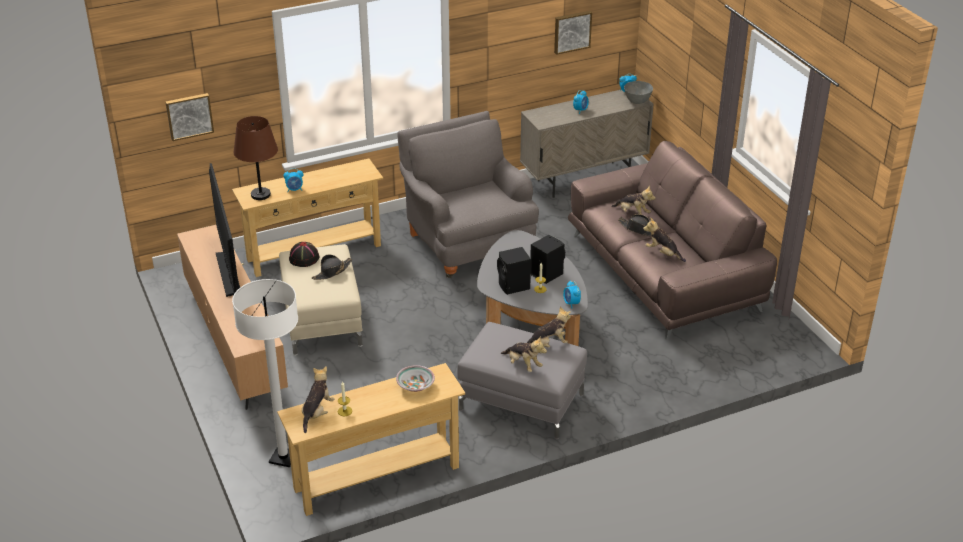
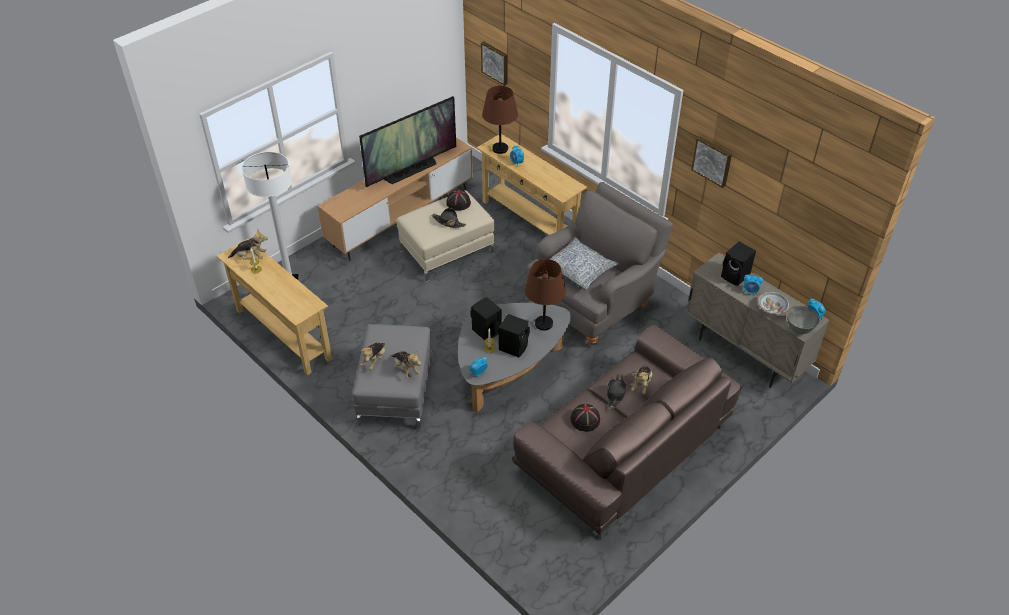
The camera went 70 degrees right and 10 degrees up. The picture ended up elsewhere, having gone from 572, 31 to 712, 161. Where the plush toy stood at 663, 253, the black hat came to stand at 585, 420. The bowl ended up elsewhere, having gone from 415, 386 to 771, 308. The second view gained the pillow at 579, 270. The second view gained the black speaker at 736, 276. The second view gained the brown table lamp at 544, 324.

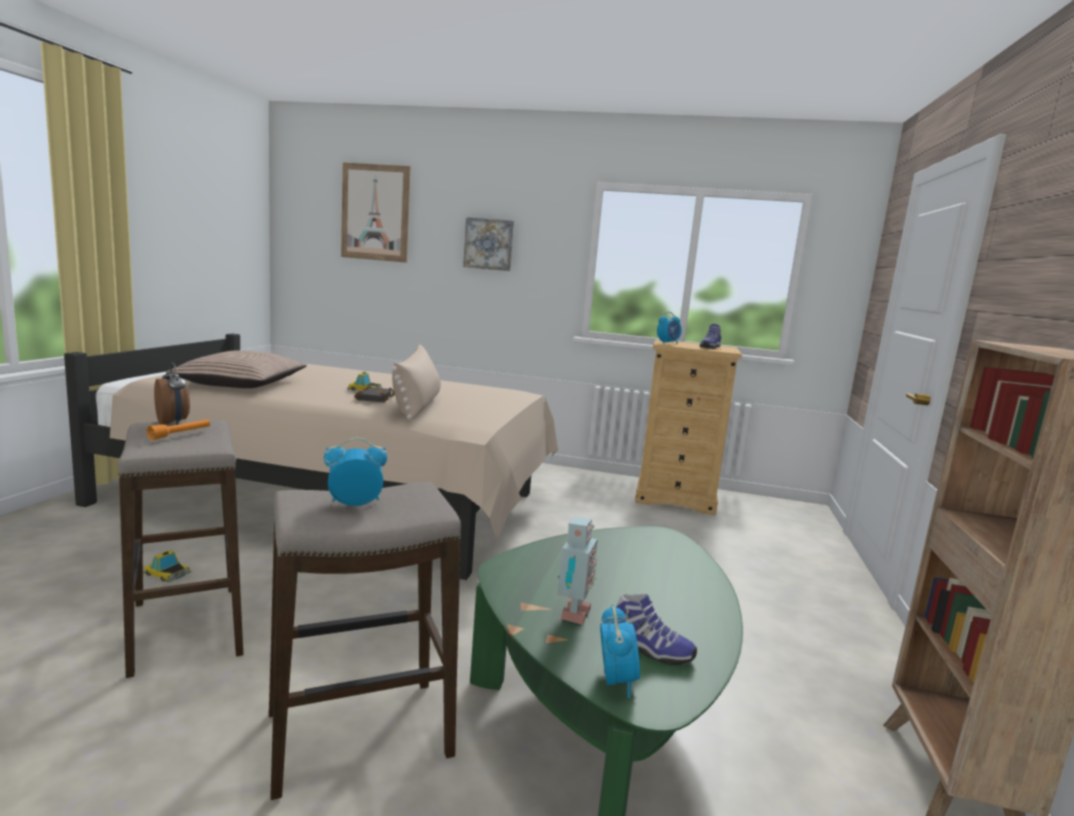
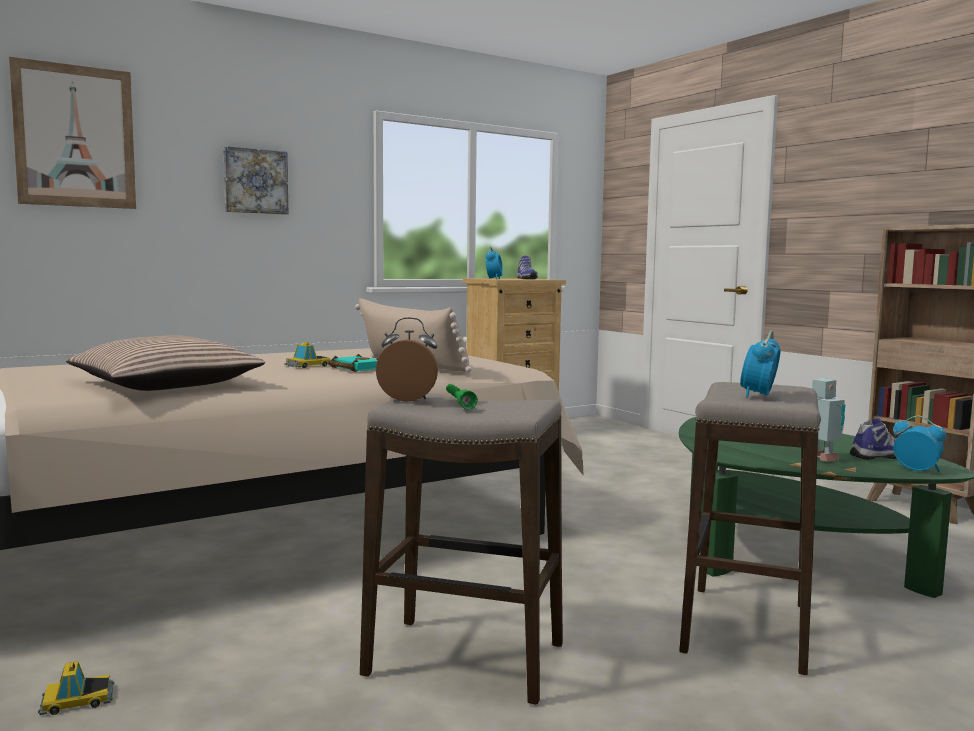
The camera went 45 degrees left and 5 degrees down. What was the black book at 374, 398 turned into the turquoise book at 354, 368. What was the orange flashlight at 180, 434 turned into the green flashlight at 459, 402. The toy car ended up elsewhere, having gone from 167, 573 to 77, 699.

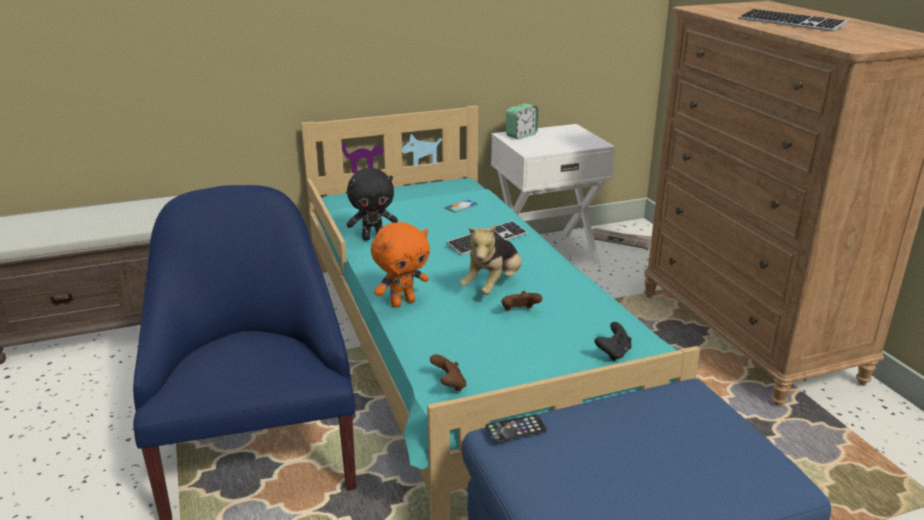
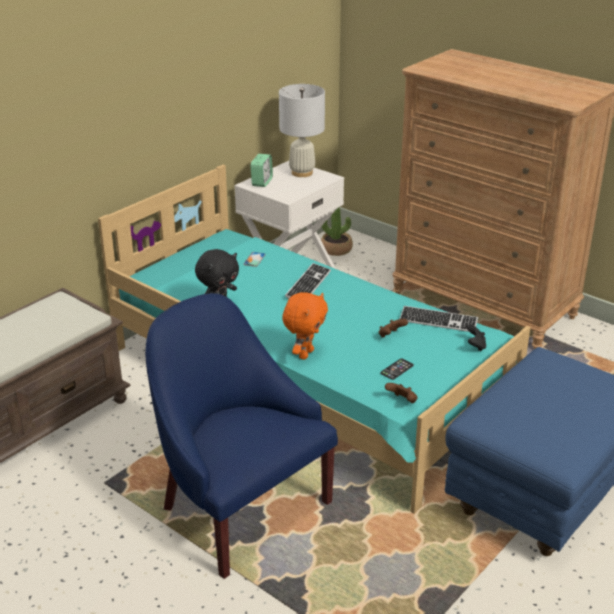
The camera went 30 degrees left and 5 degrees up. The keyboard ended up elsewhere, having gone from 790, 23 to 438, 321. The second view lost the plush toy at 493, 286. Where the newspaper stood at 620, 240, the potted plant came to stand at 336, 249. The phone ended up elsewhere, having gone from 516, 429 to 397, 369. The second view gained the white table lamp at 302, 173.

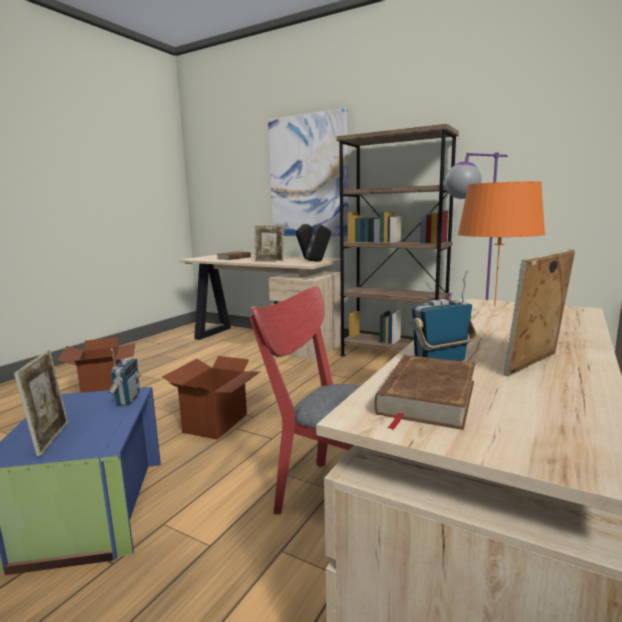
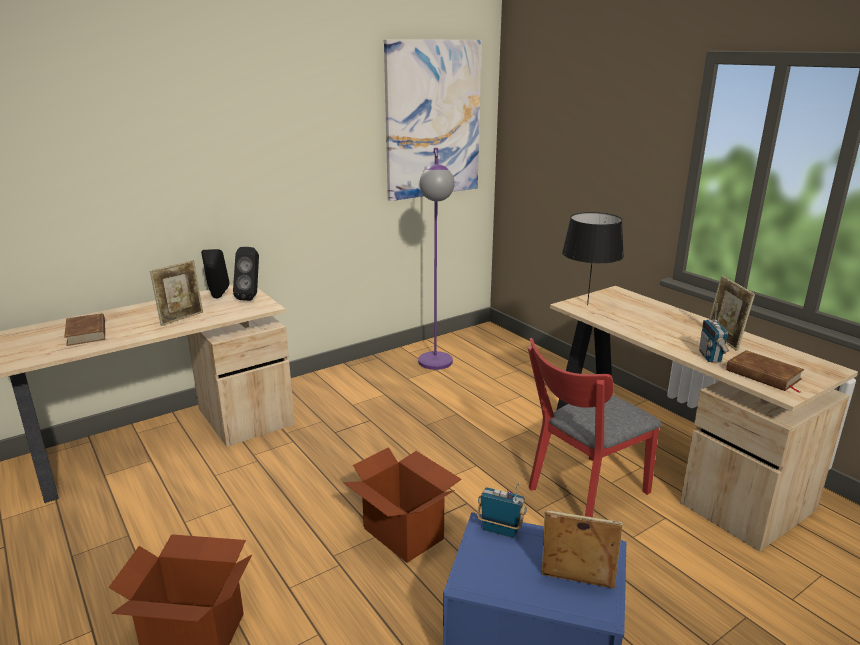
The camera went 65 degrees left and 10 degrees up. The picture ended up elsewhere, having gone from 308, 176 to 433, 119. The second view lost the brown bookcase at 392, 356. What was the orange table lamp at 494, 306 turned into the black table lamp at 587, 305.

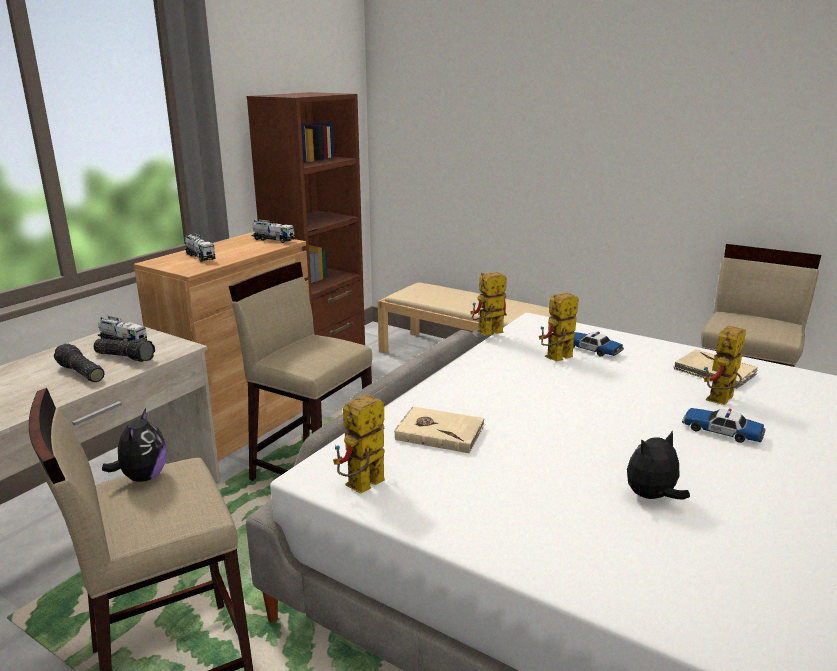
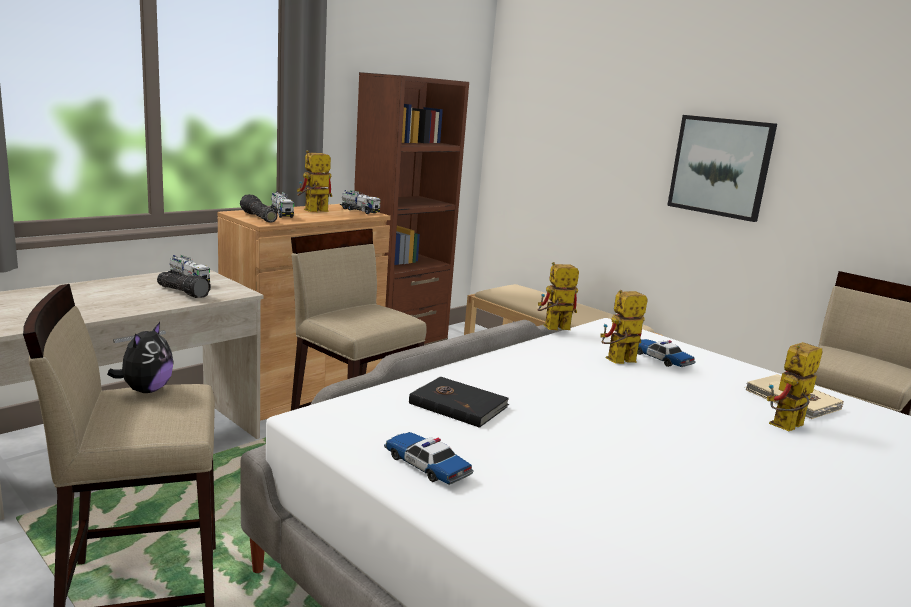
The camera went 10 degrees right and 5 degrees down. The flashlight ended up elsewhere, having gone from 80, 373 to 258, 217. The toy robot ended up elsewhere, having gone from 361, 488 to 312, 211. What was the beige book at 439, 432 turned into the black book at 458, 404. The toy car ended up elsewhere, having gone from 721, 431 to 426, 466. The second view lost the plush toy at 652, 497. The second view gained the picture at 720, 167.

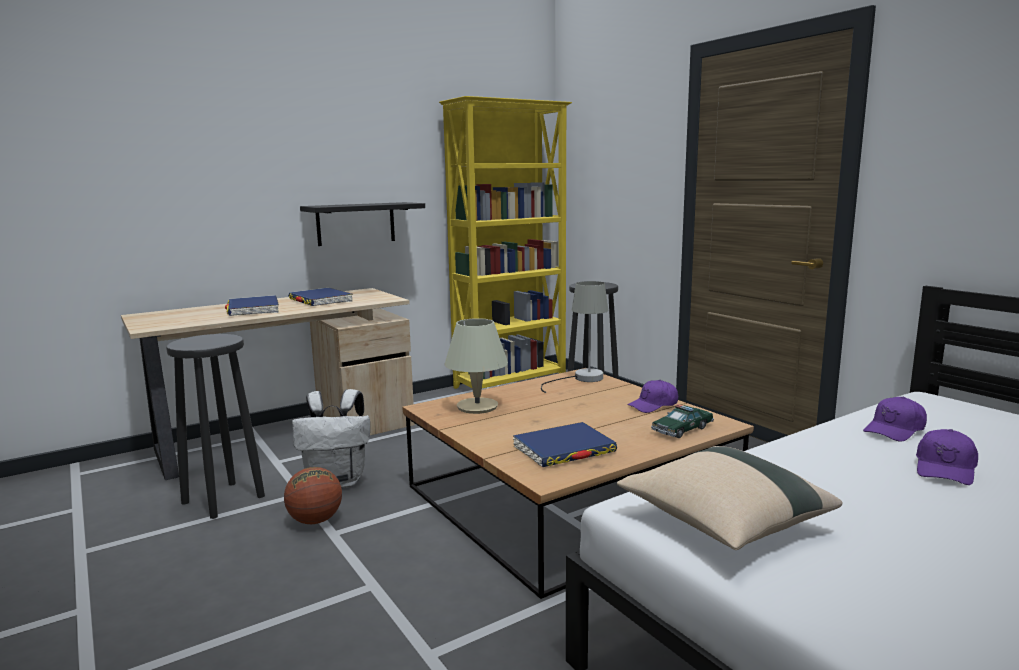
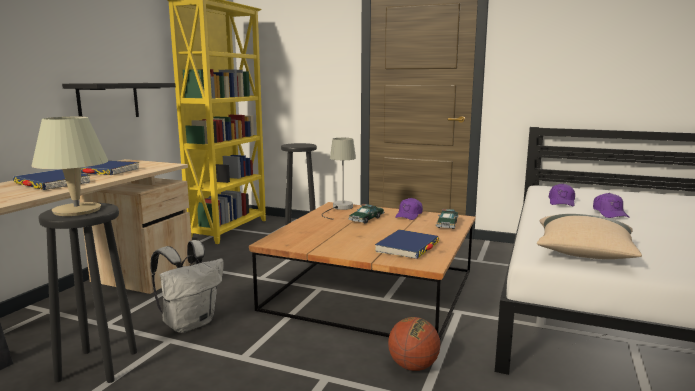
The camera went 35 degrees left and 0 degrees up. The beige table lamp ended up elsewhere, having gone from 477, 406 to 77, 210. The basketball ended up elsewhere, having gone from 315, 520 to 413, 366. The second view gained the toy car at 366, 219.

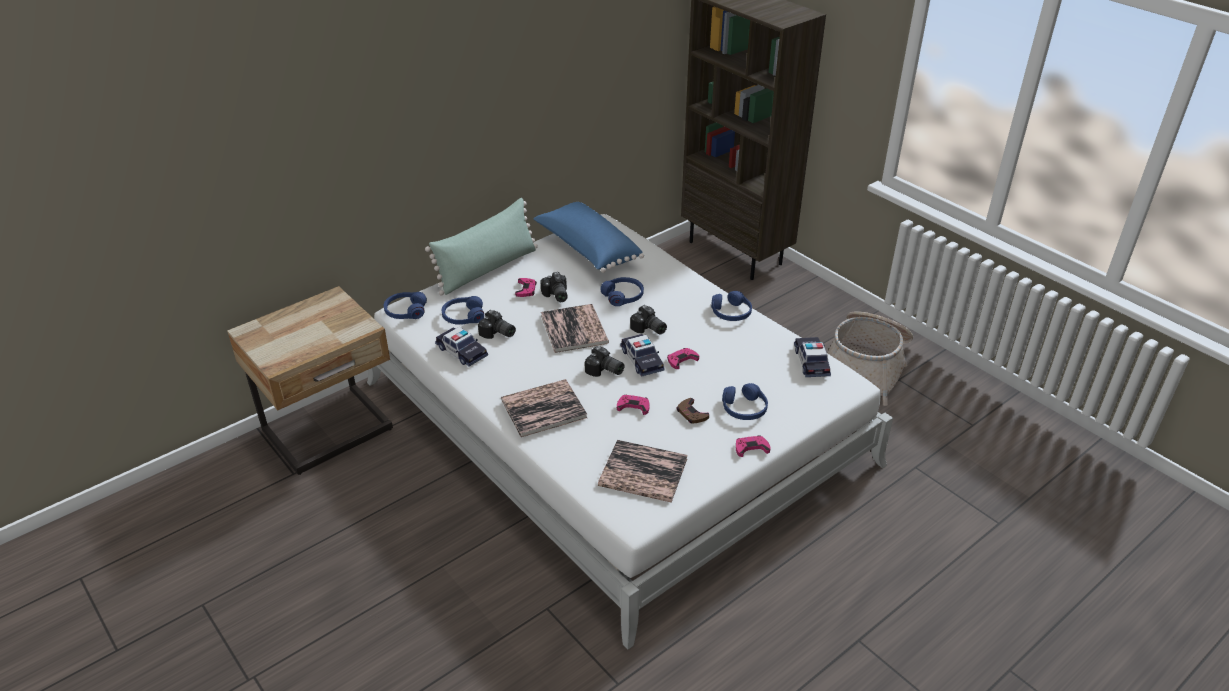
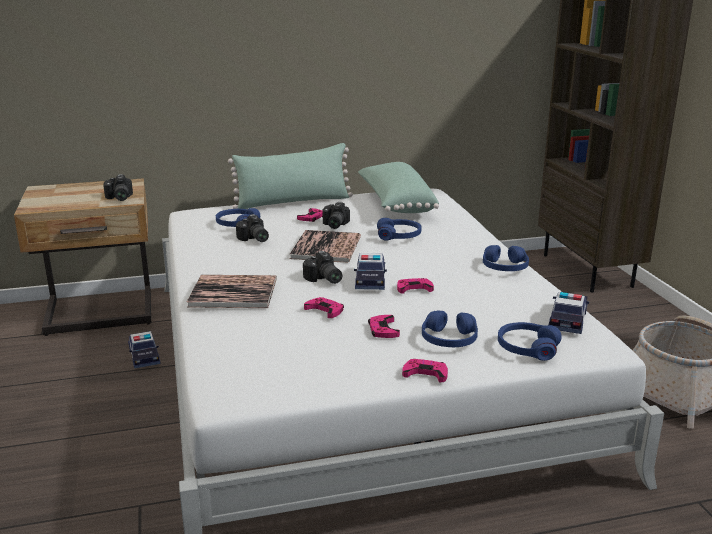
The camera went 25 degrees right and 15 degrees down. What was the blue pillow at 587, 249 turned into the green pillow at 395, 203. The blue headphones ended up elsewhere, having gone from 405, 311 to 527, 348. The photo camera ended up elsewhere, having gone from 648, 329 to 118, 198. The toy car ended up elsewhere, having gone from 461, 352 to 144, 356. What was the brown game controller at 691, 414 turned into the pink game controller at 383, 330. The second view lost the book at 643, 472.

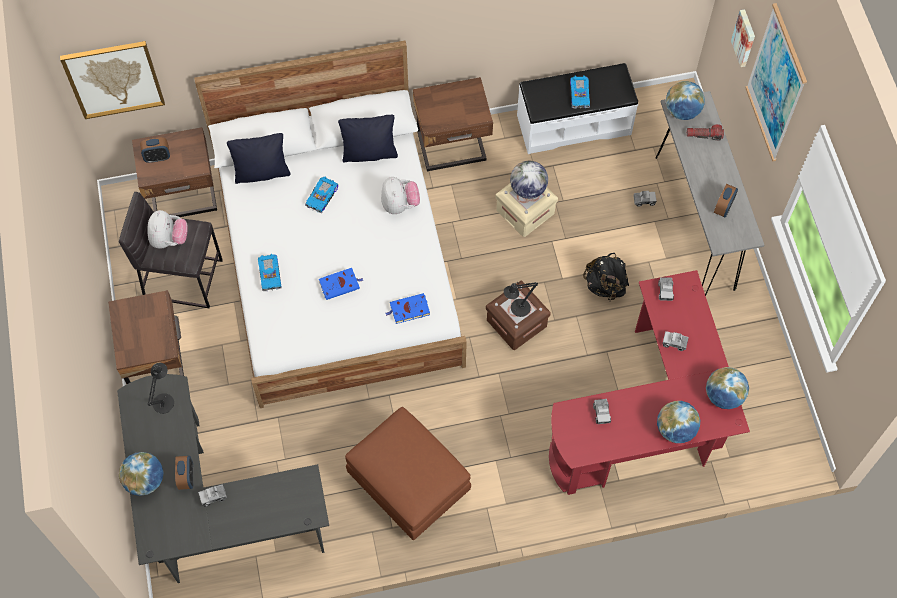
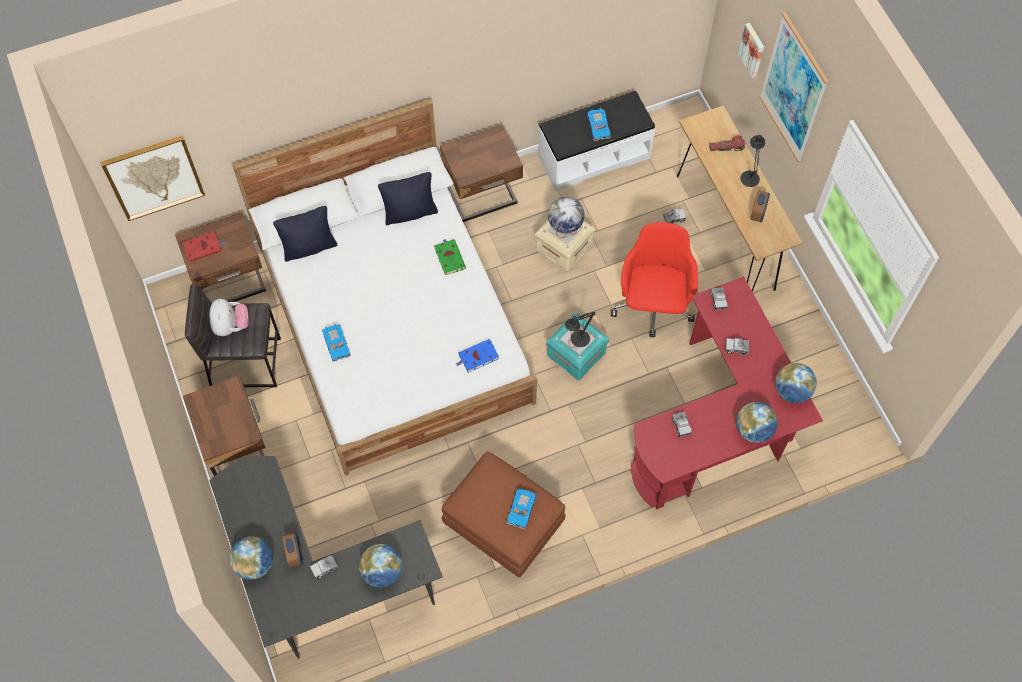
The camera went 10 degrees left and 0 degrees up. The globe ended up elsewhere, having gone from 682, 111 to 382, 572. What was the grey console table at 695, 221 turned into the brown console table at 725, 231. Where the alarm clock stood at 157, 157, the red book came to stand at 203, 248. The toy car ended up elsewhere, having gone from 322, 197 to 522, 509. Where the plush toy stood at 400, 204, the green book came to stand at 449, 257. Where the black backpack stood at 605, 286, the red office chair came to stand at 653, 305. The second view lost the blue book at 340, 284. What was the brown storage box at 516, 323 turned into the turquoise storage box at 576, 353. The black table lamp ended up elsewhere, having gone from 164, 400 to 750, 176.

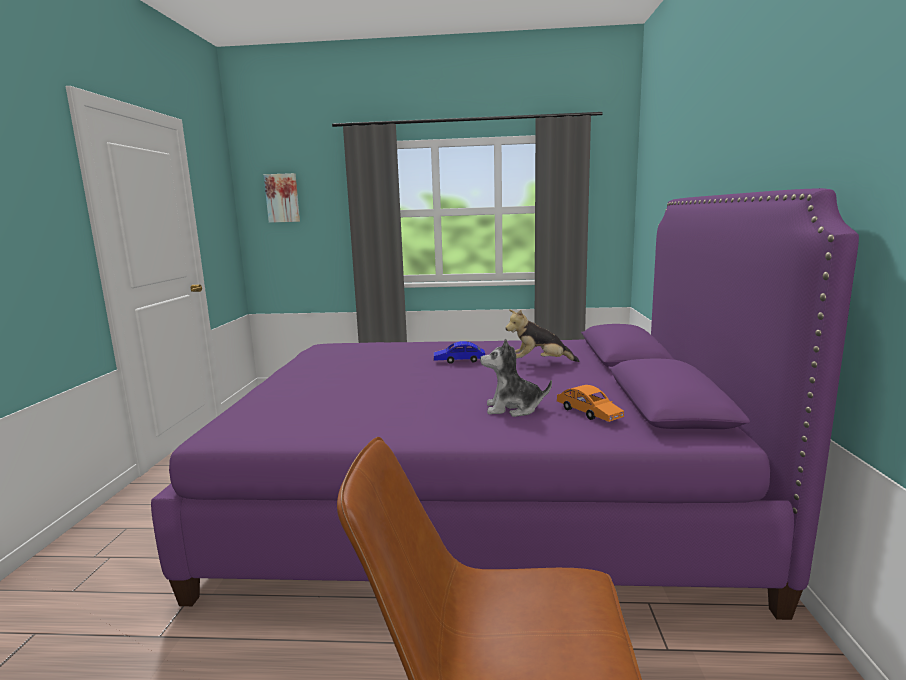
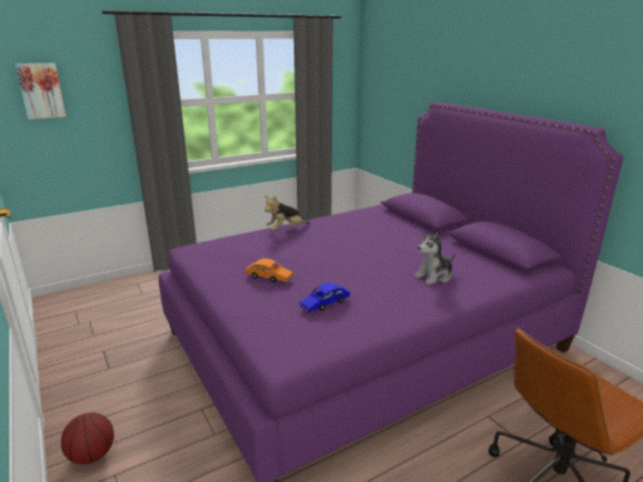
The camera went 35 degrees left and 10 degrees up. The plush toy ended up elsewhere, having gone from 540, 363 to 286, 230. The blue toy car ended up elsewhere, having gone from 459, 361 to 325, 304. The orange toy car ended up elsewhere, having gone from 588, 413 to 269, 277. The second view gained the basketball at 92, 455.

